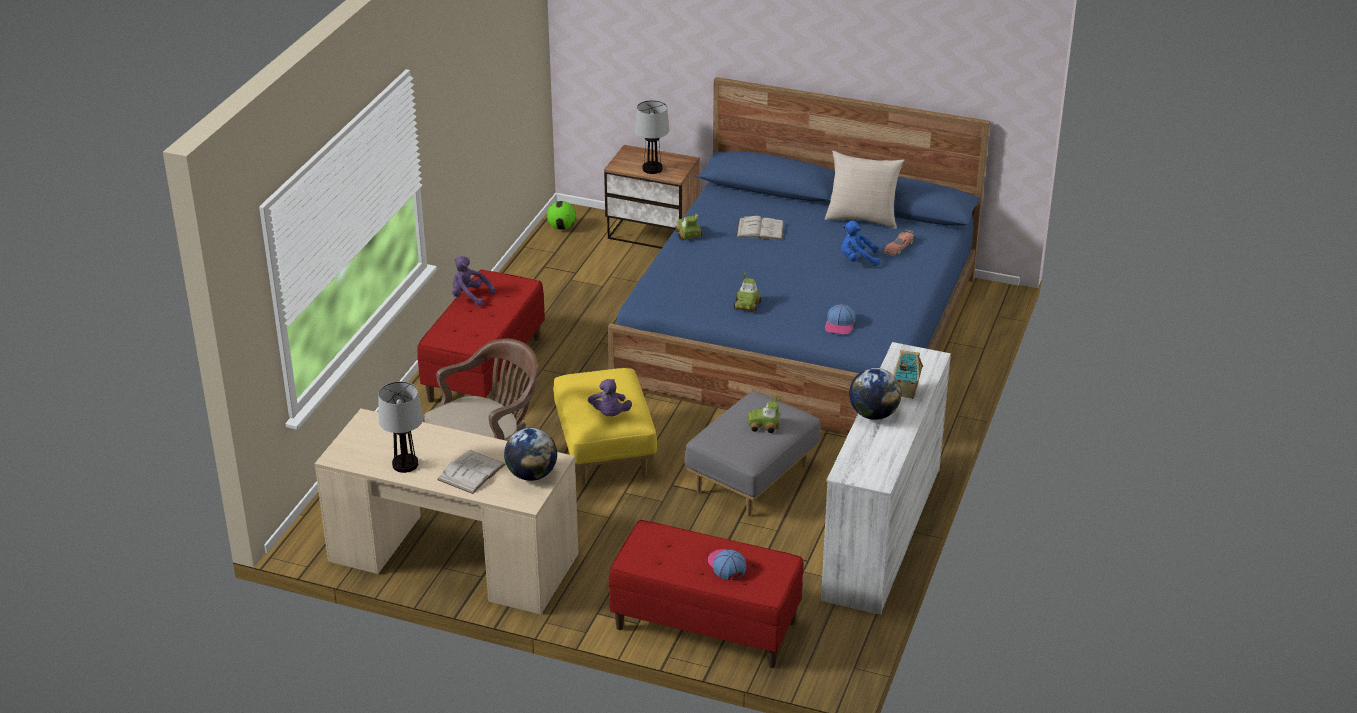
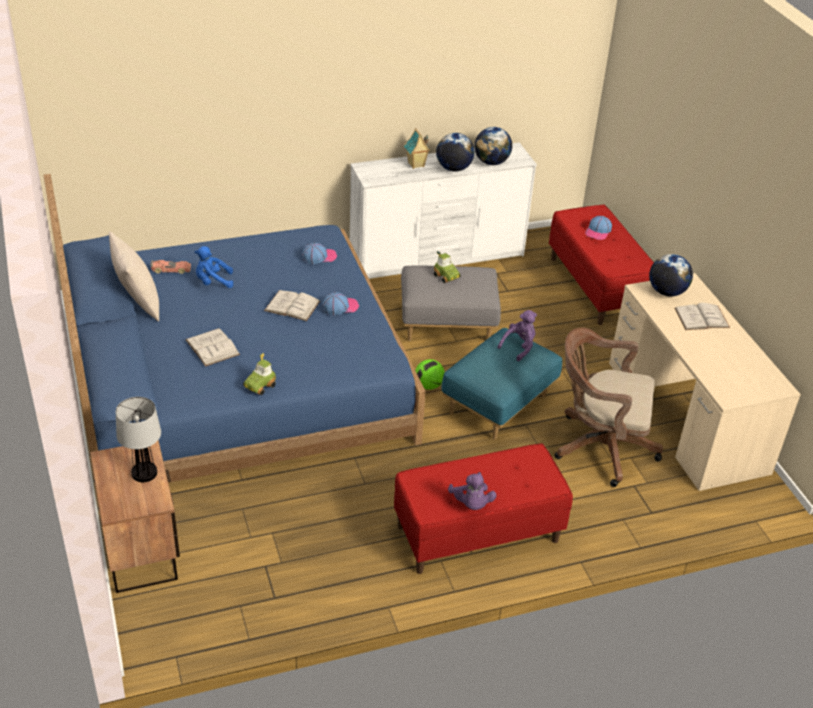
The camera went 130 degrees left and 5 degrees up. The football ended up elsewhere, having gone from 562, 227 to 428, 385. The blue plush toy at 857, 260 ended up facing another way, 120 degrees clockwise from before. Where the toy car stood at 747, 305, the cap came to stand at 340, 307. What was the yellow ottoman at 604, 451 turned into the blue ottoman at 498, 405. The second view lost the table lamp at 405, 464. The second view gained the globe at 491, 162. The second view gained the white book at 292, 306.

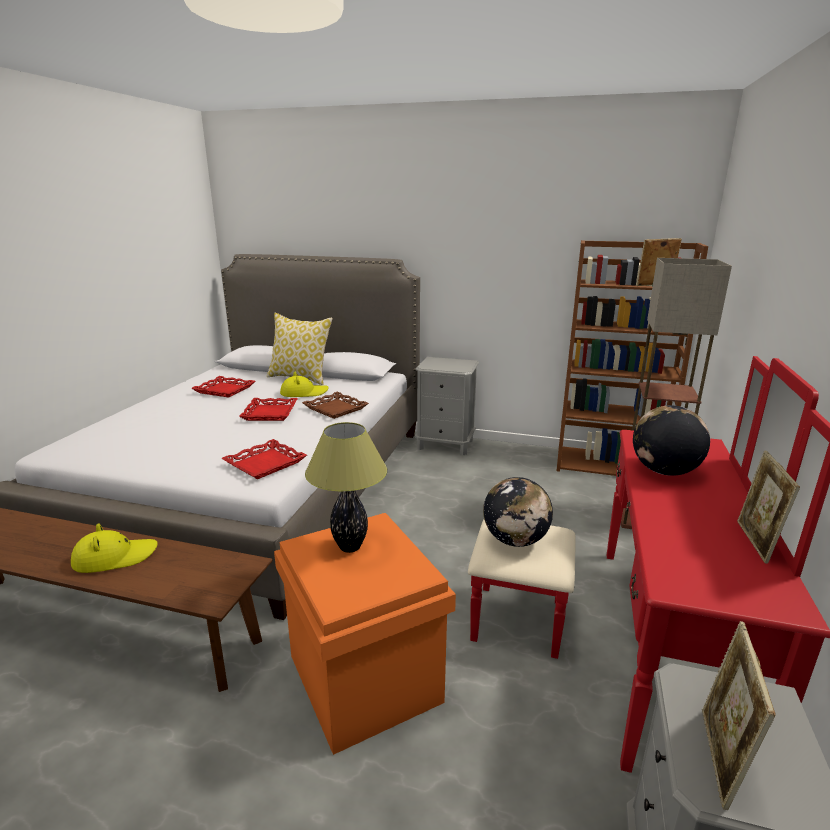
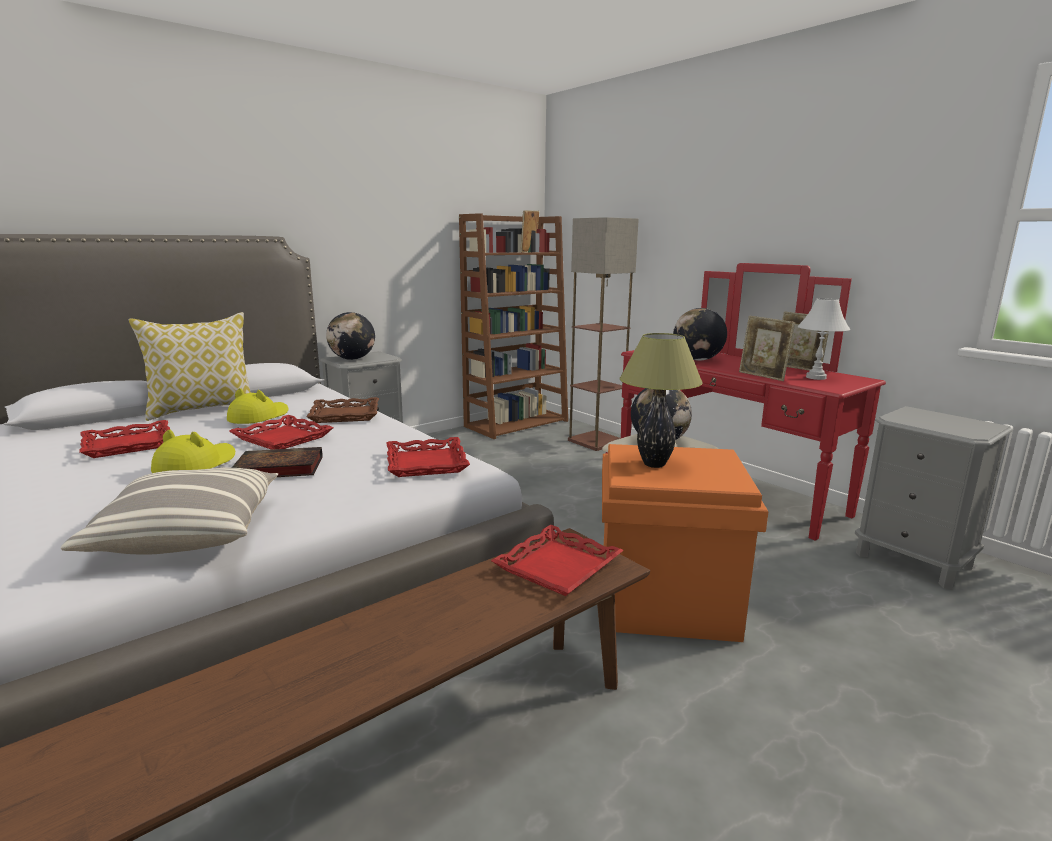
The camera went 55 degrees left and 5 degrees down. The yellow hat ended up elsewhere, having gone from 115, 557 to 195, 465. The picture frame ended up elsewhere, having gone from 719, 759 to 762, 376. The second view gained the white table lamp at 816, 377. The second view gained the globe at 352, 359. The second view gained the book at 277, 469. The second view gained the pillow at 189, 532. The second view gained the red tray at 557, 567.

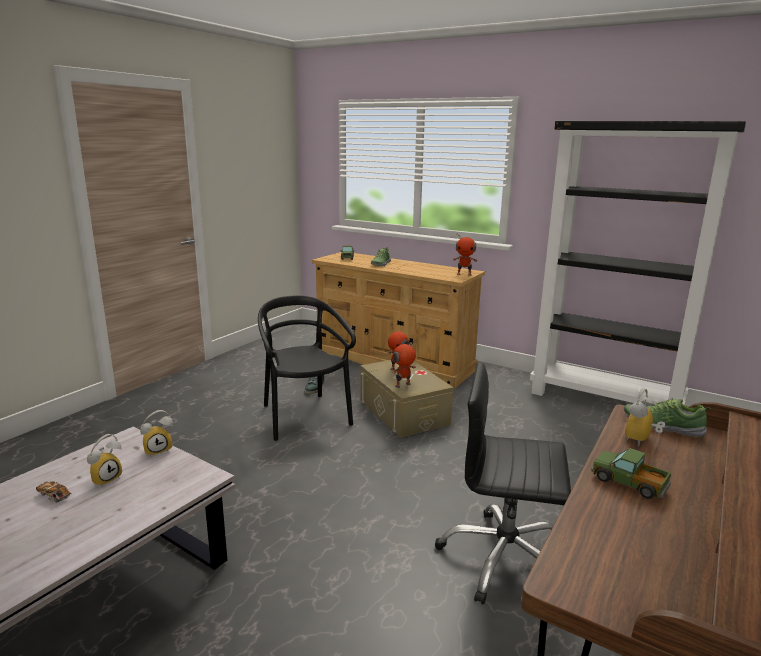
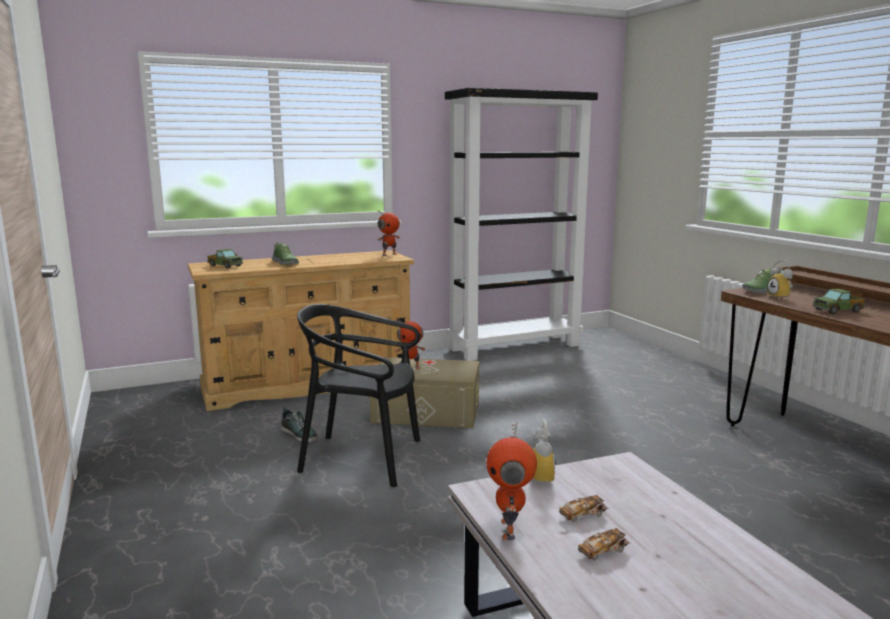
The camera went 55 degrees left and 5 degrees down. The toy robot ended up elsewhere, having gone from 403, 385 to 510, 529. The second view lost the black office chair at 504, 559. Where the alarm clock stood at 106, 478, the toy car came to stand at 583, 515.

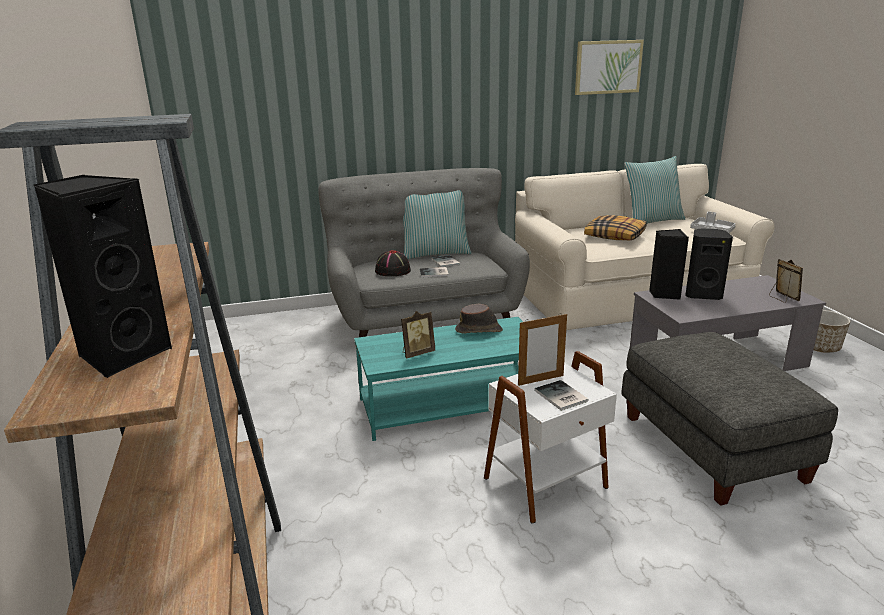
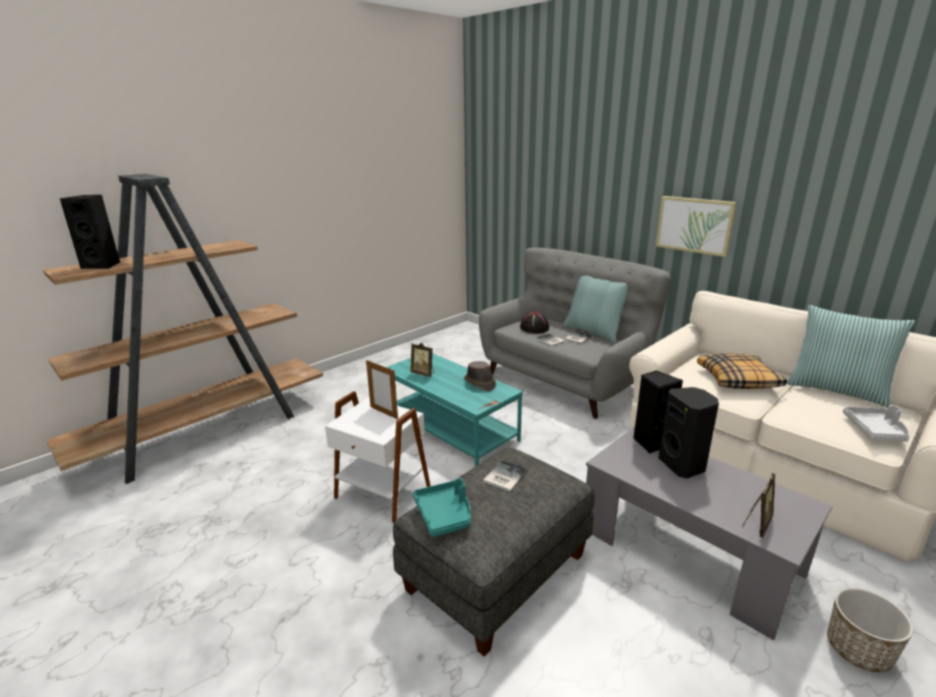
The camera went 60 degrees right and 0 degrees up. The picture ended up elsewhere, having gone from 608, 67 to 694, 225. The book ended up elsewhere, having gone from 560, 397 to 504, 476. The second view gained the turquoise tray at 444, 514.

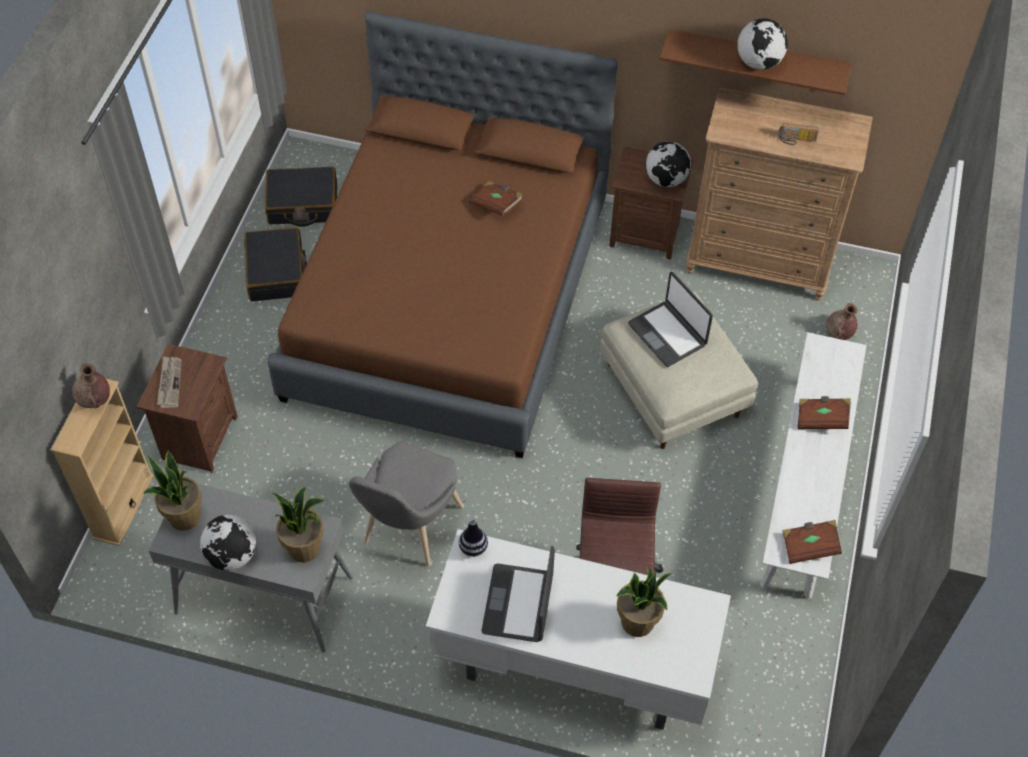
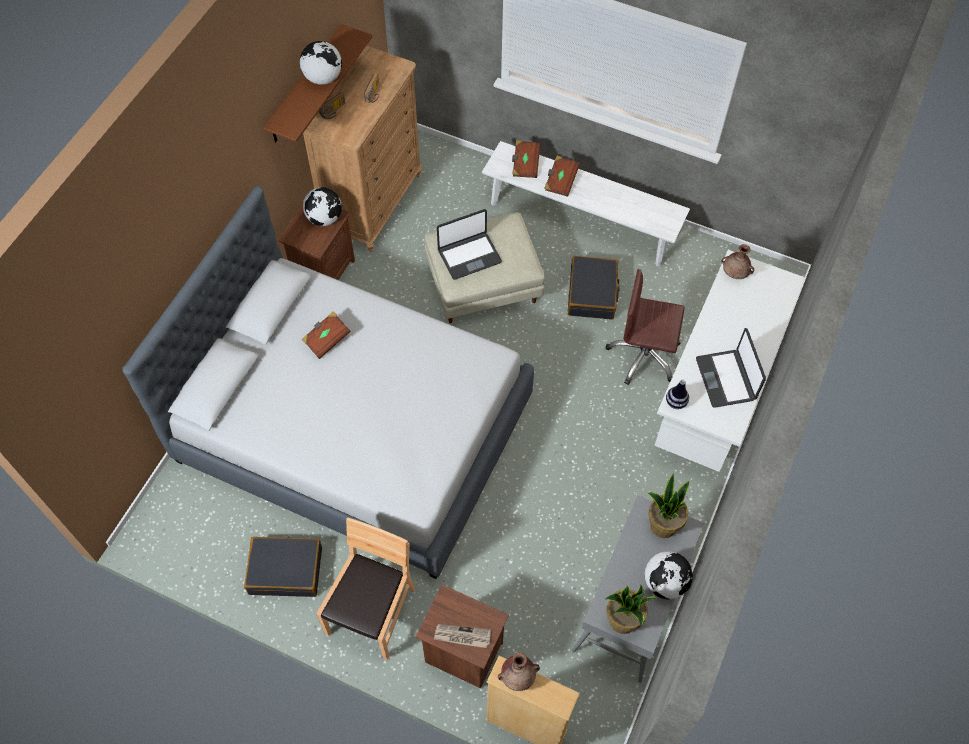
The camera went 80 degrees left and 5 degrees up. What was the brown bed at 449, 299 turned into the grey bed at 355, 428. The black suitcase ended up elsewhere, having gone from 303, 204 to 592, 293. The brown vase ended up elsewhere, having gone from 839, 334 to 735, 274. The second view lost the grey chair at 408, 530. The brown book ended up elsewhere, having gone from 809, 546 to 525, 164. The laptop at 519, 604 ended up facing another way, 60 degrees clockwise from before. The second view lost the potted plant at 638, 622. The second view gained the radio at 334, 112. The second view gained the brown chair at 372, 612.

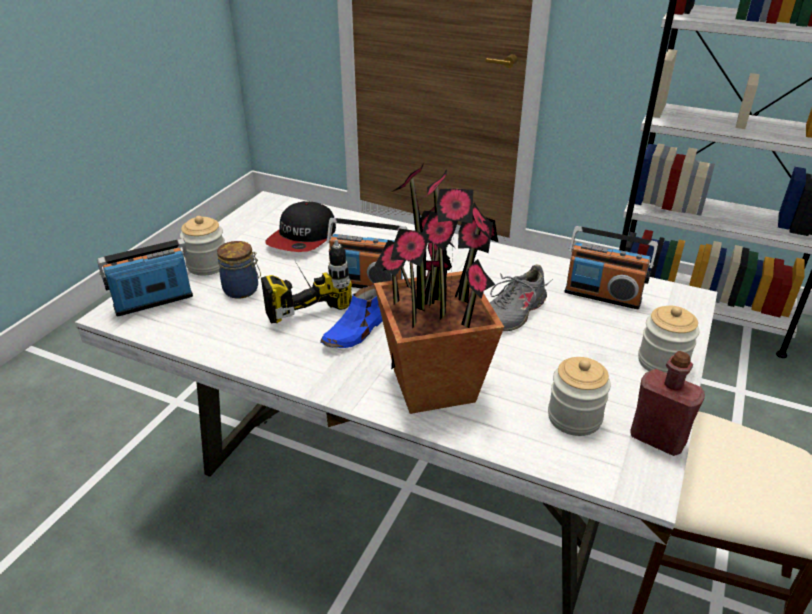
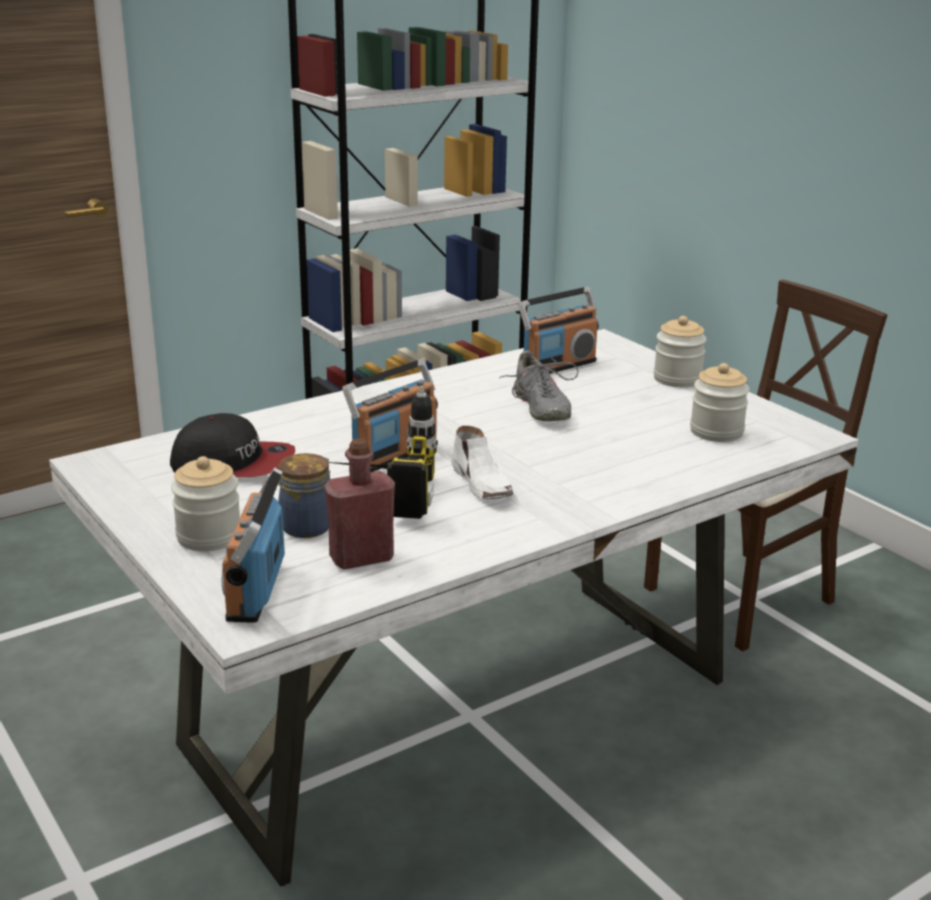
The camera went 60 degrees left and 10 degrees down. The second view lost the potted plant at 434, 385. The cap at 303, 238 ended up facing another way, 45 degrees counterclockwise from before. What was the blue shoe at 356, 331 turned into the white shoe at 482, 484. The red bottle ended up elsewhere, having gone from 657, 439 to 361, 558.

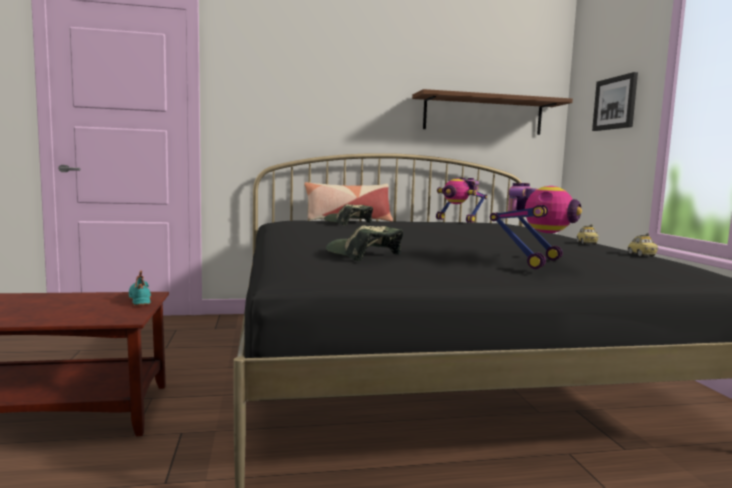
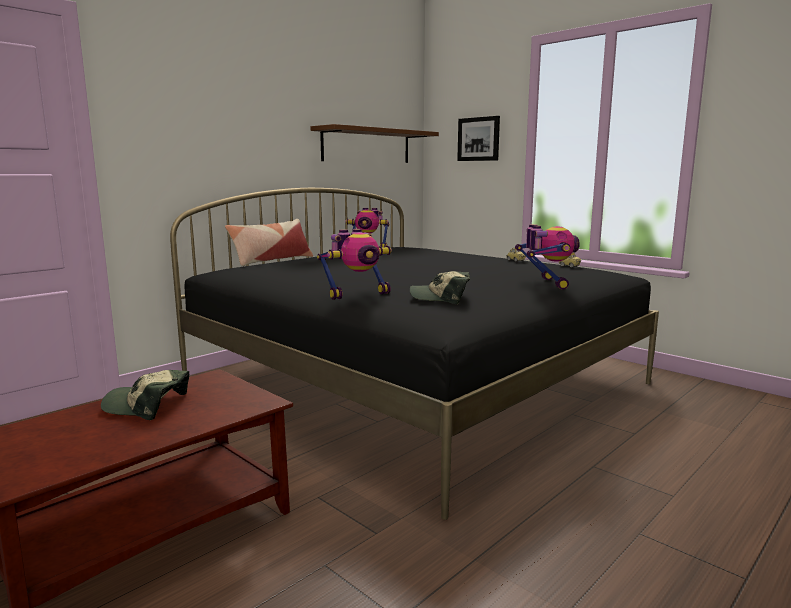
The camera went 35 degrees left and 5 degrees up. The cap ended up elsewhere, having gone from 347, 223 to 147, 405. The second view lost the turquoise shoe at 141, 300. The second view gained the toy robot at 357, 294.

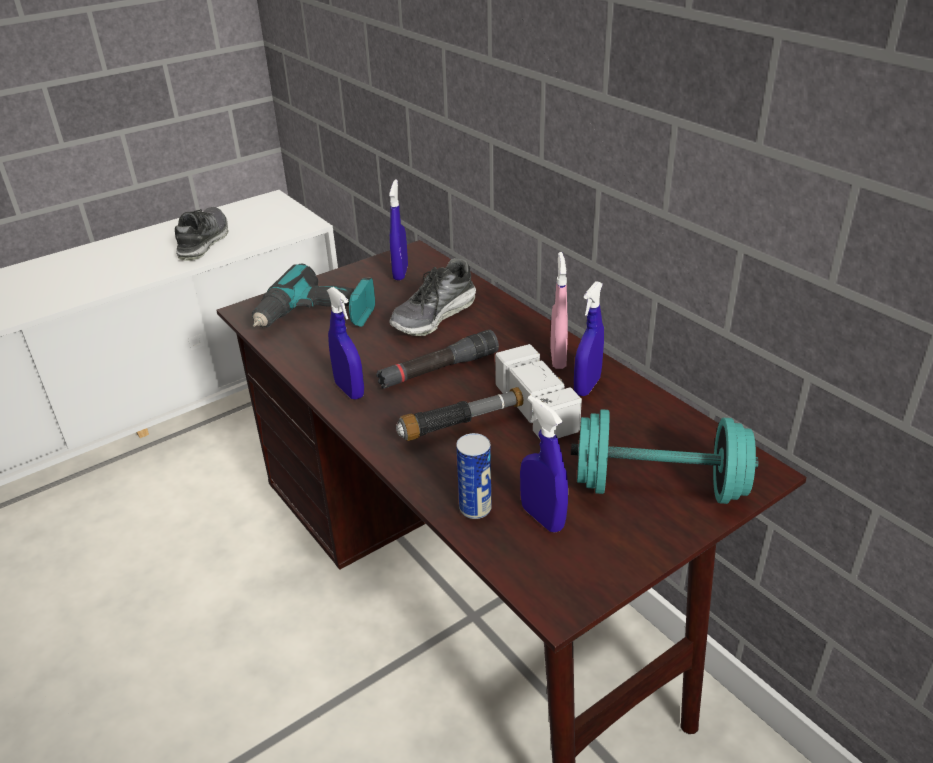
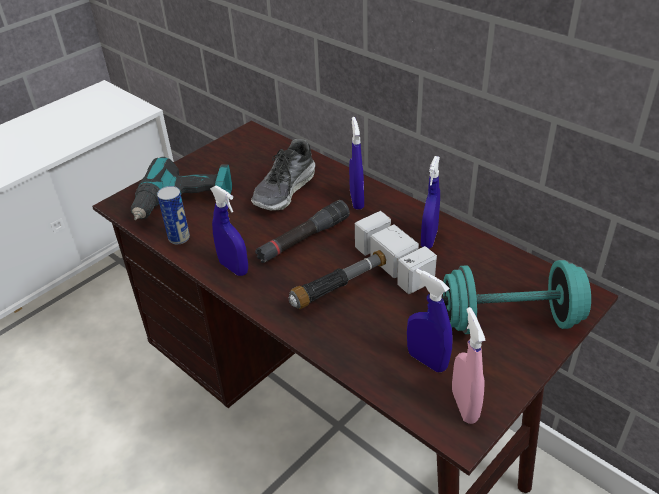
The camera went 10 degrees left and 5 degrees up. The blue spray bottle ended up elsewhere, having gone from 400, 273 to 356, 200. The second view lost the shoe at 204, 242. The pink spray bottle ended up elsewhere, having gone from 558, 358 to 464, 406. The can ended up elsewhere, having gone from 475, 508 to 179, 238.

